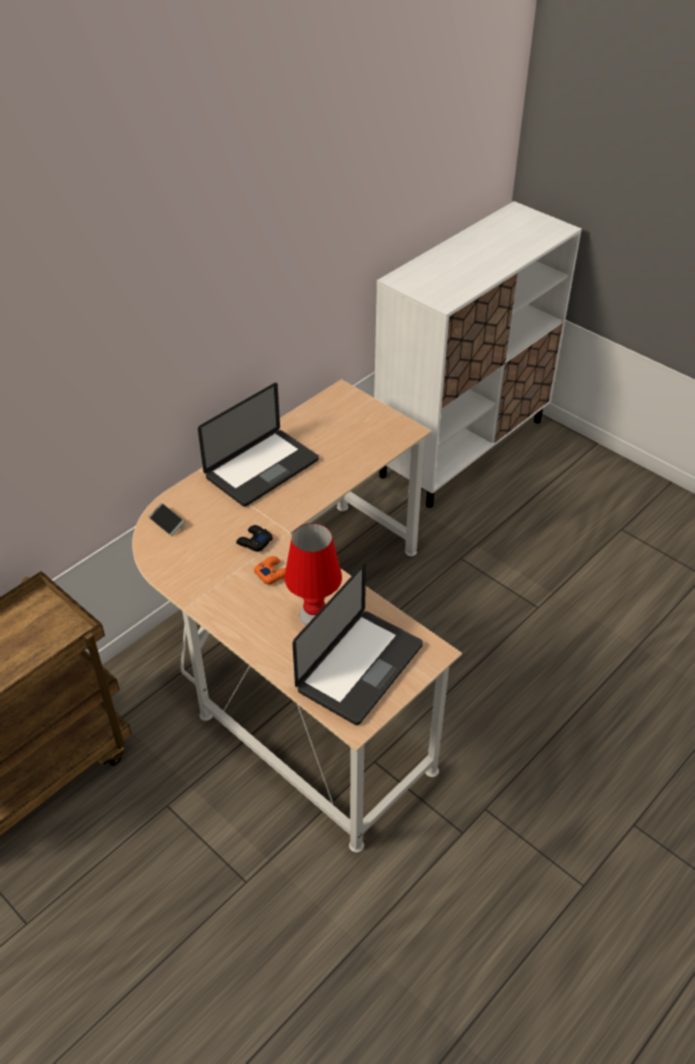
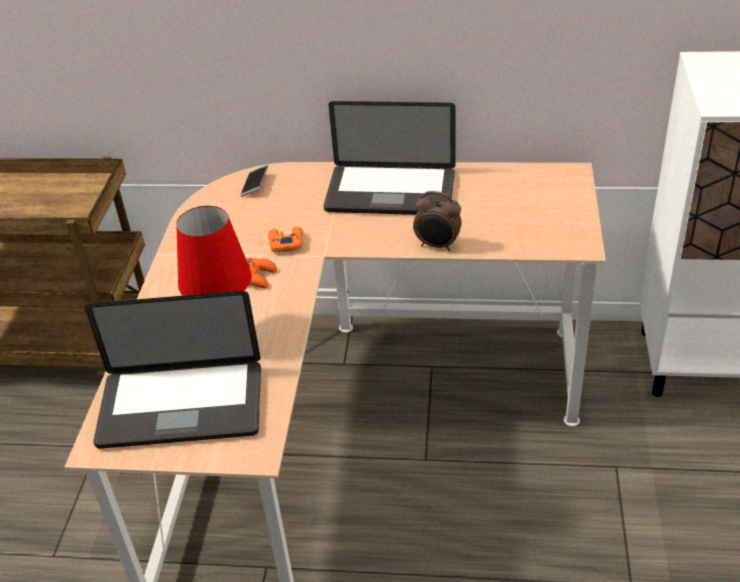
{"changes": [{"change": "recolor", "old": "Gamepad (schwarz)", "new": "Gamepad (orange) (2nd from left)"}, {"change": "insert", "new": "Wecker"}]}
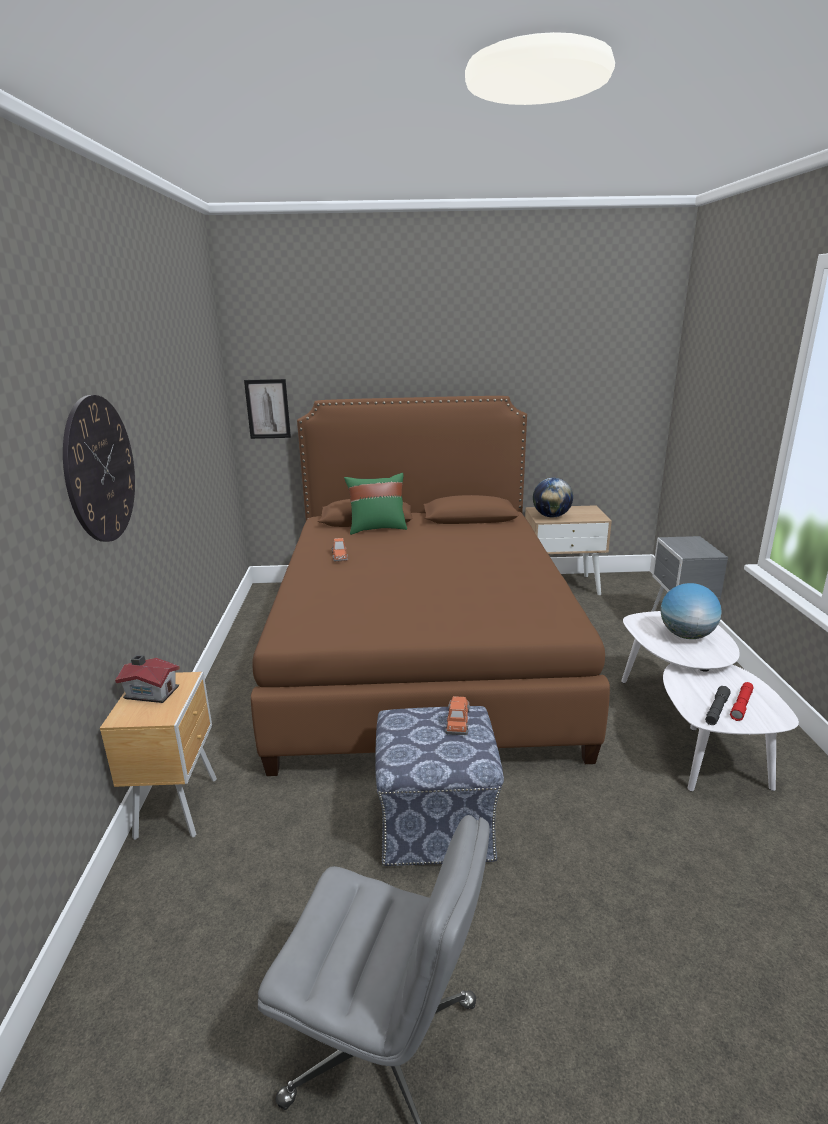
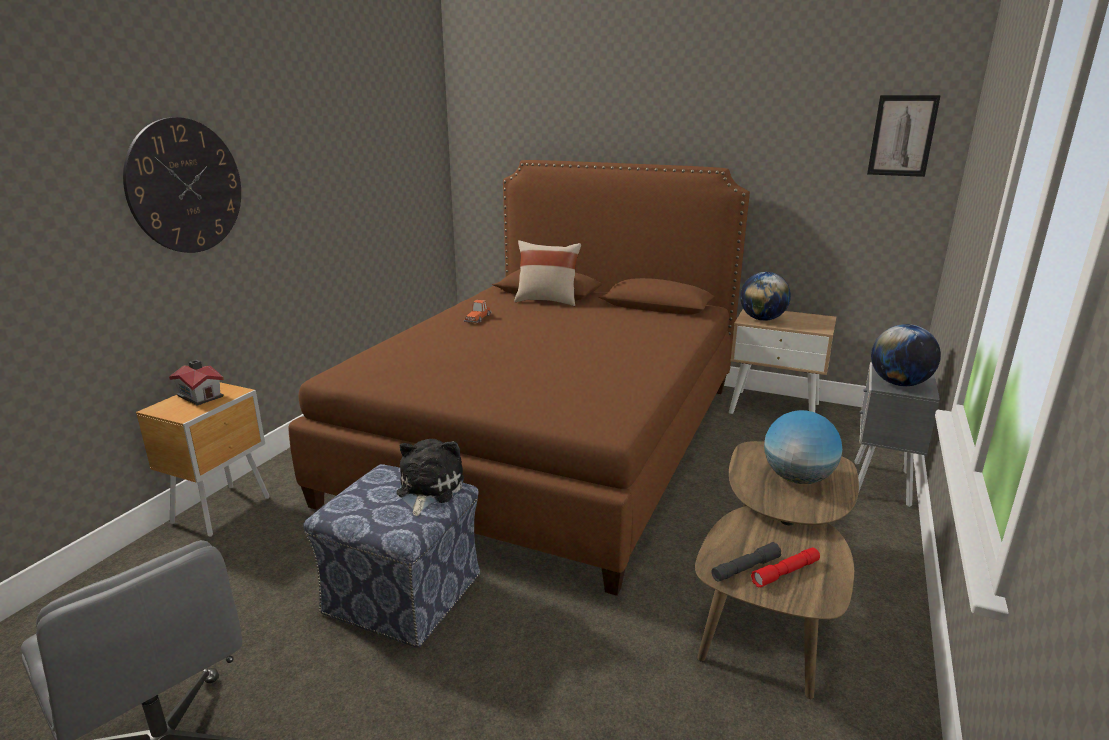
{"changes": [{"change": "move", "old": "Bild"}, {"change": "recolor", "old": "Kissen (grün)", "new": "Kissen (beige)"}, {"change": "recolor", "old": "Couchtisch (weiß)", "new": "Couchtisch (braun)"}, {"change": "replace", "old": "Spielzeugauto (2nd from left)", "new": "Plüschtier"}, {"change": "insert", "new": "Globus (3rd from left)"}]}
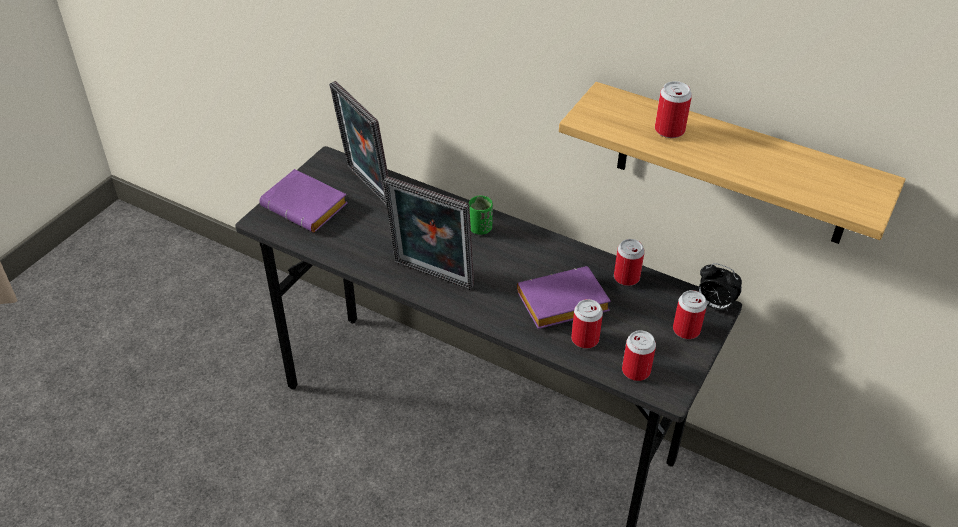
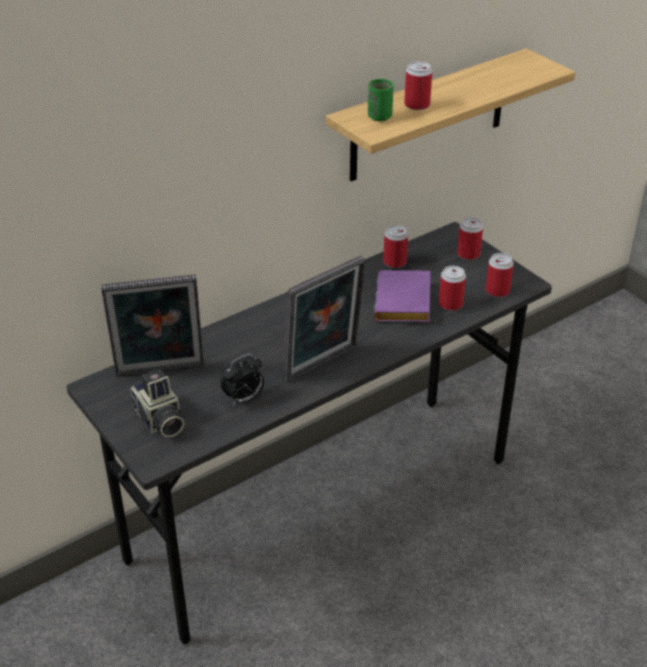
{"changes": [{"change": "replace", "old": "Buch (lila) (1st from left)", "new": "Kamera"}, {"change": "move", "old": "Tasse (grün)"}, {"change": "move", "old": "Wecker"}]}
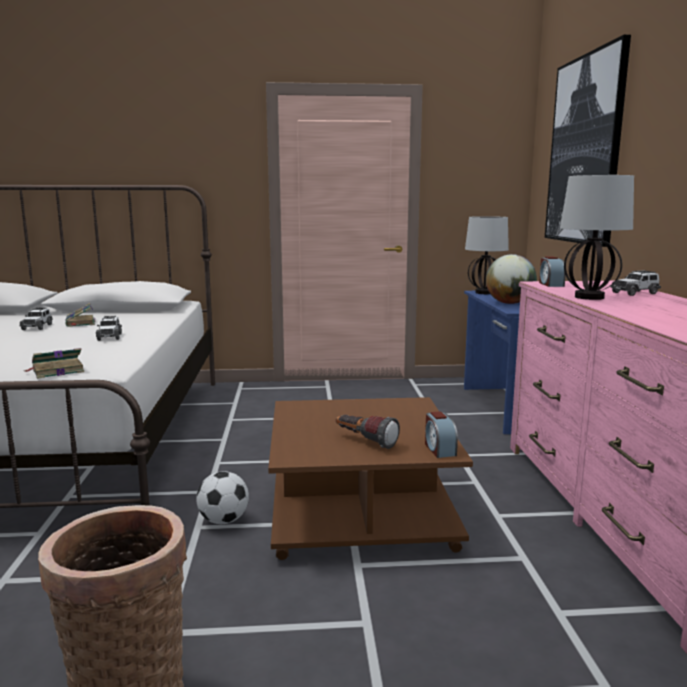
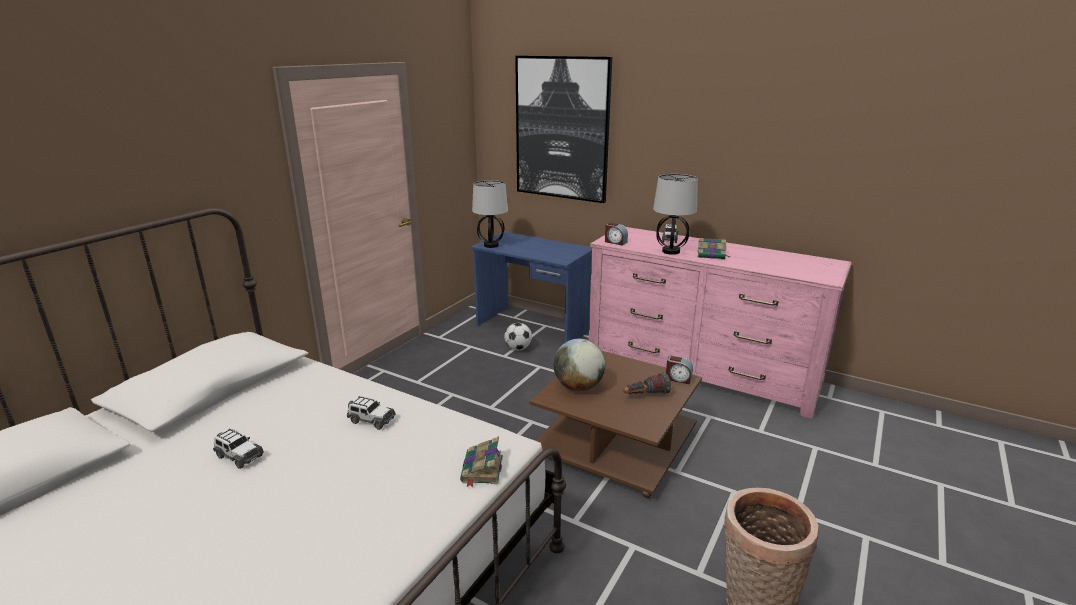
{"changes": [{"change": "move", "old": "Globus"}, {"change": "move", "old": "Buch (2nd from left)"}, {"change": "move", "old": "Fußball"}]}
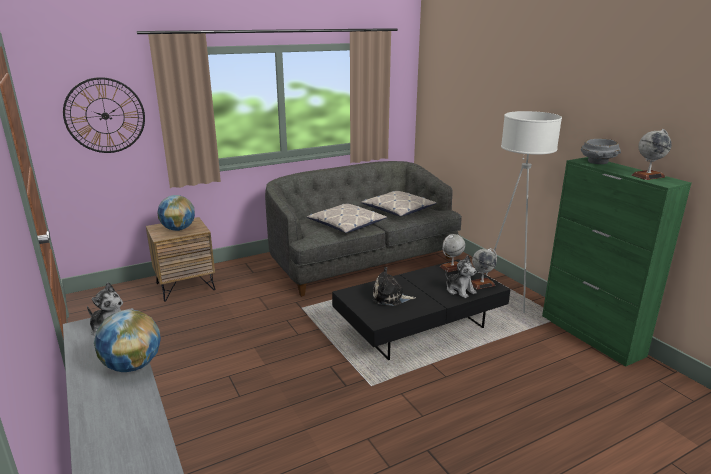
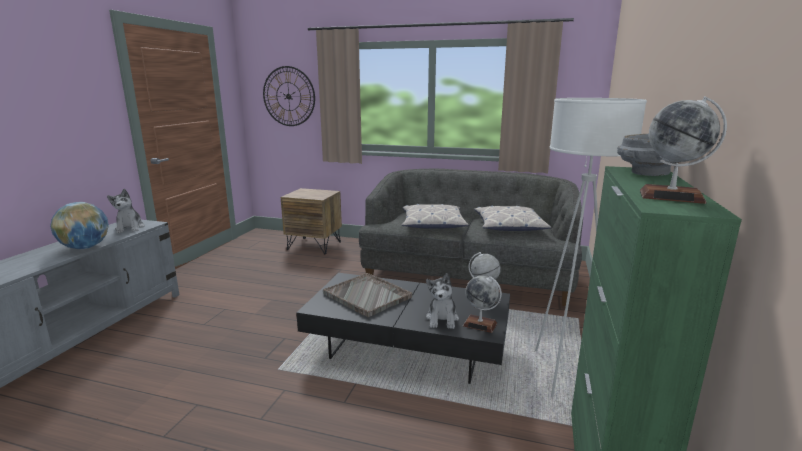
{"changes": [{"change": "delete", "old": "Globus (2nd from left)"}, {"change": "replace", "old": "Plüschtier (2nd from left)", "new": "Tablett (grau)"}]}
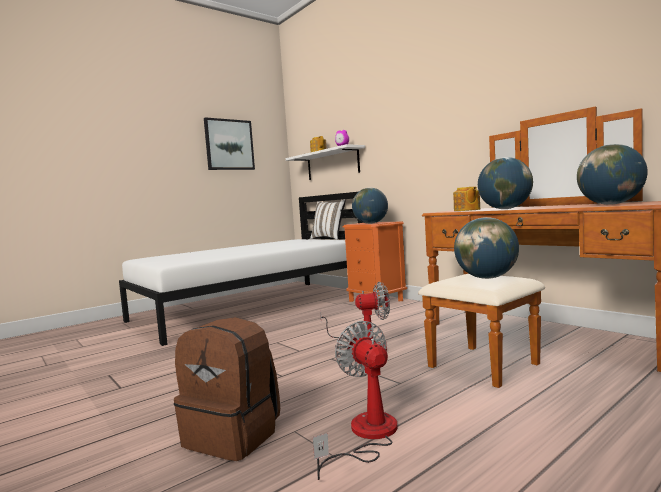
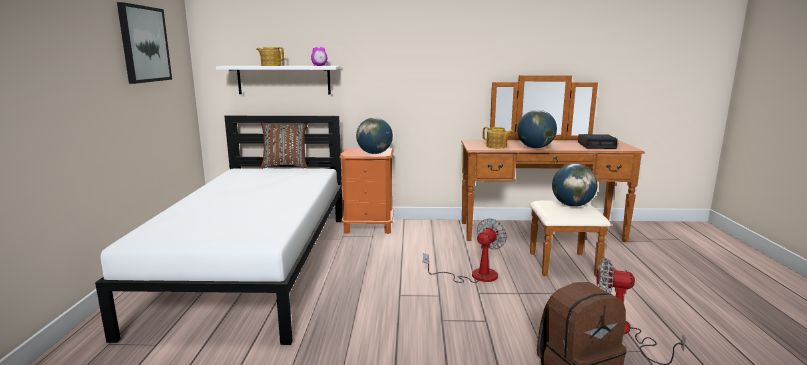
{"changes": [{"change": "replace", "old": "Globus (4th from left)", "new": "Wecker (2nd from left)"}, {"change": "recolor", "old": "Kissen (weiß)", "new": "Kissen (braun)"}]}
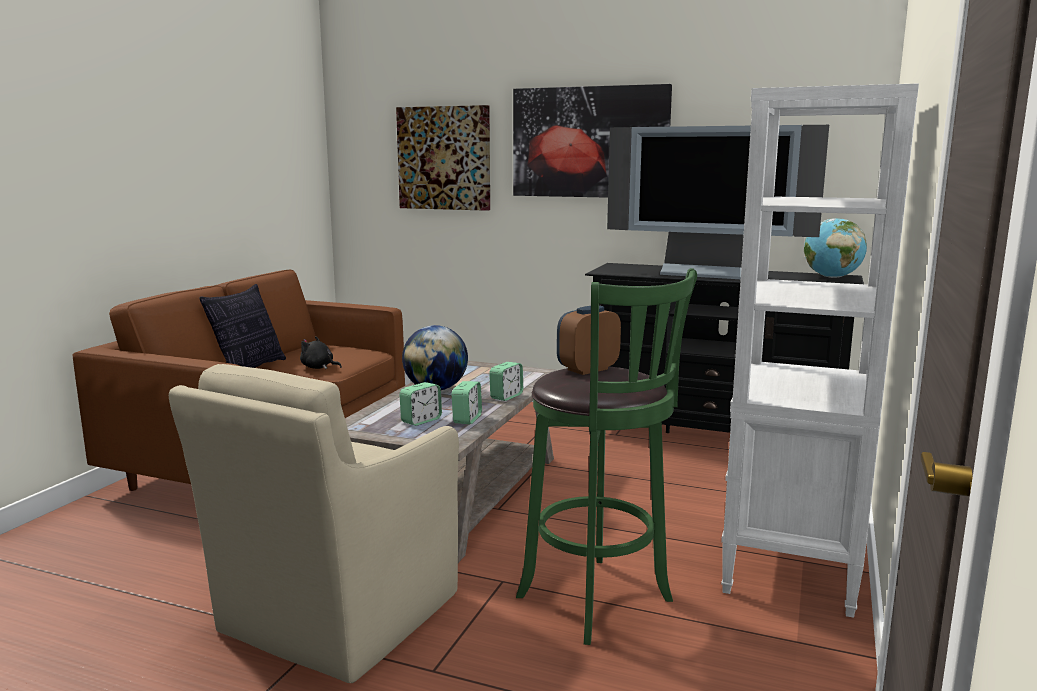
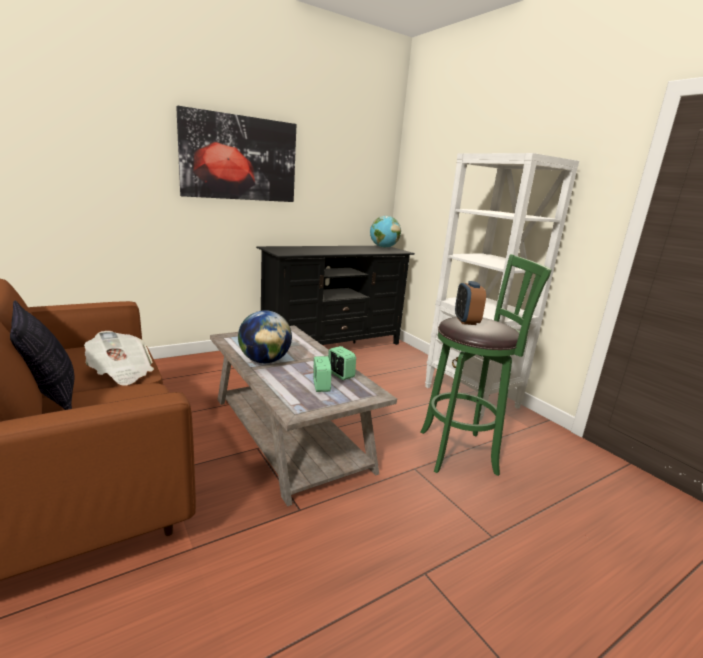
{"changes": [{"change": "delete", "old": "Bild (1st from left)"}, {"change": "delete", "old": "Fernseher"}, {"change": "replace", "old": "Plüschtier (schwarz)", "new": "Zeitung"}, {"change": "delete", "old": "Wecker (3rd from left)"}, {"change": "delete", "old": "Sessel (beige)"}]}
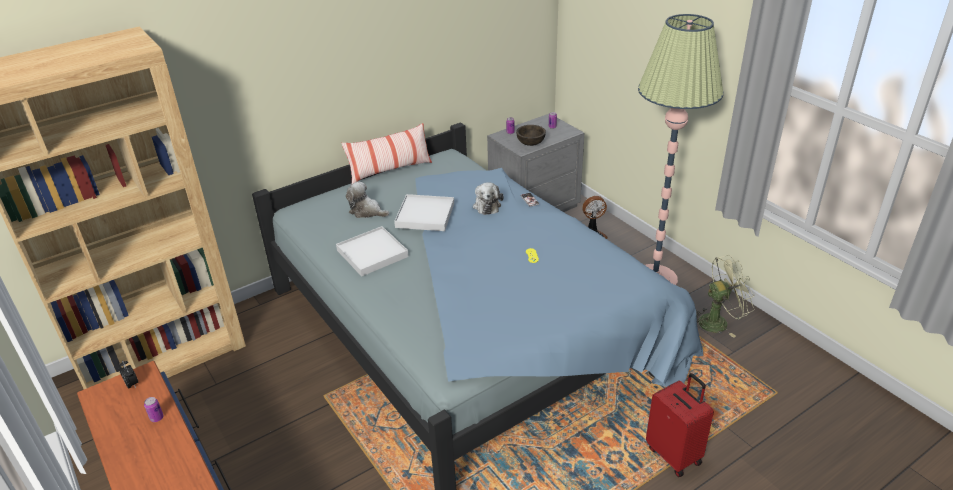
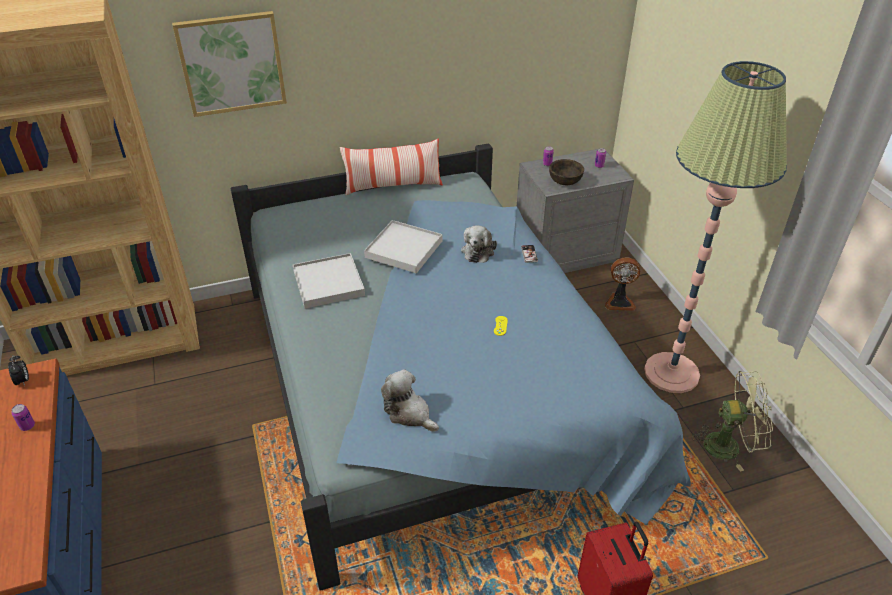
{"changes": [{"change": "move", "old": "Plüschtier (1st from left)"}, {"change": "insert", "new": "Bild"}]}
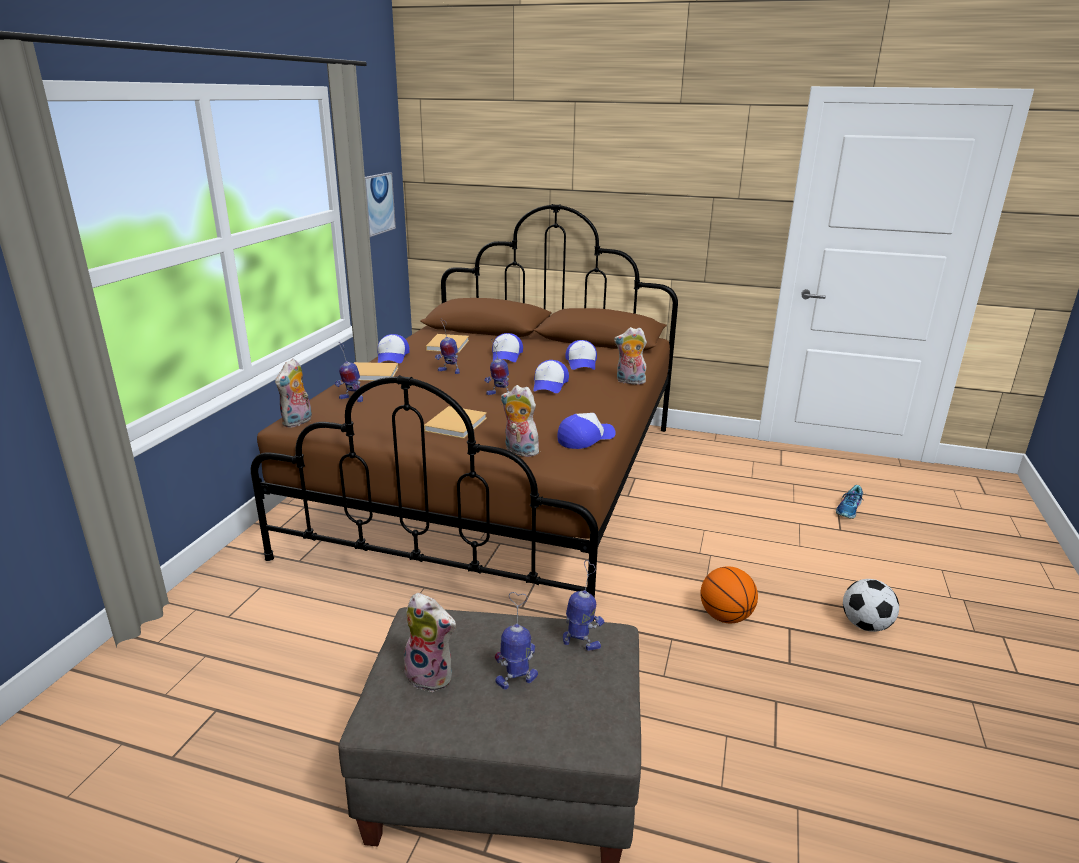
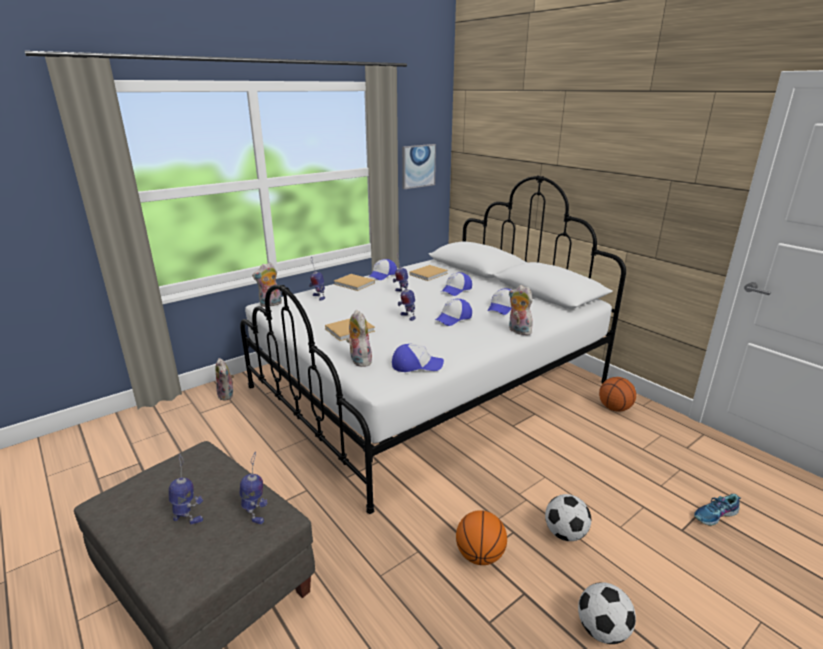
{"changes": [{"change": "recolor", "old": "Bett (braun)", "new": "Bett (weiß)"}, {"change": "move", "old": "Plüschtier (2nd from left in the first image)", "new": "Plüschtier (1st from left)"}, {"change": "insert", "new": "Basketball (2nd from left)"}, {"change": "insert", "new": "Fußball (1st from left)"}]}
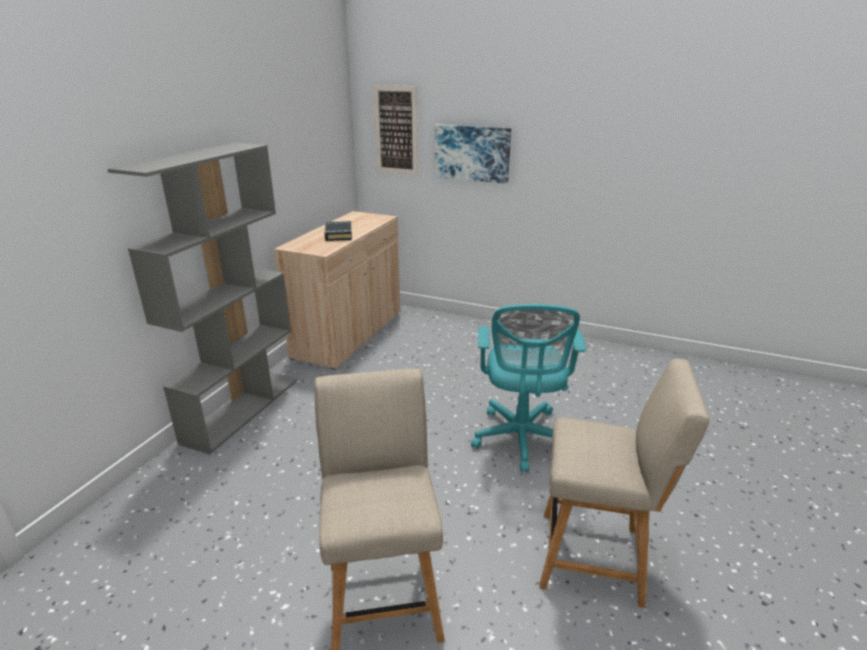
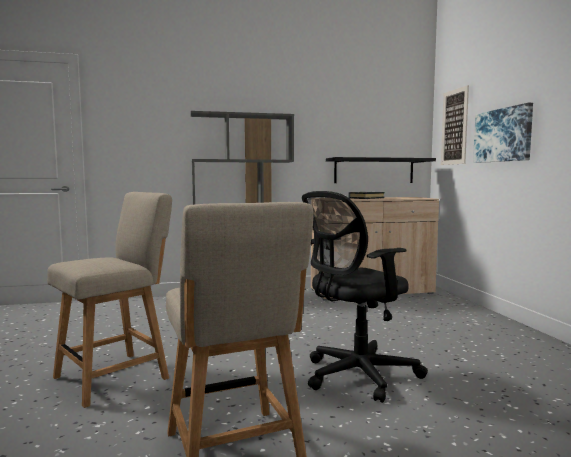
{"changes": [{"change": "recolor", "old": "Bürostuhl (türkis)", "new": "Bürostuhl (schwarz)"}, {"change": "insert", "new": "Wandregal (schwarz)"}]}
